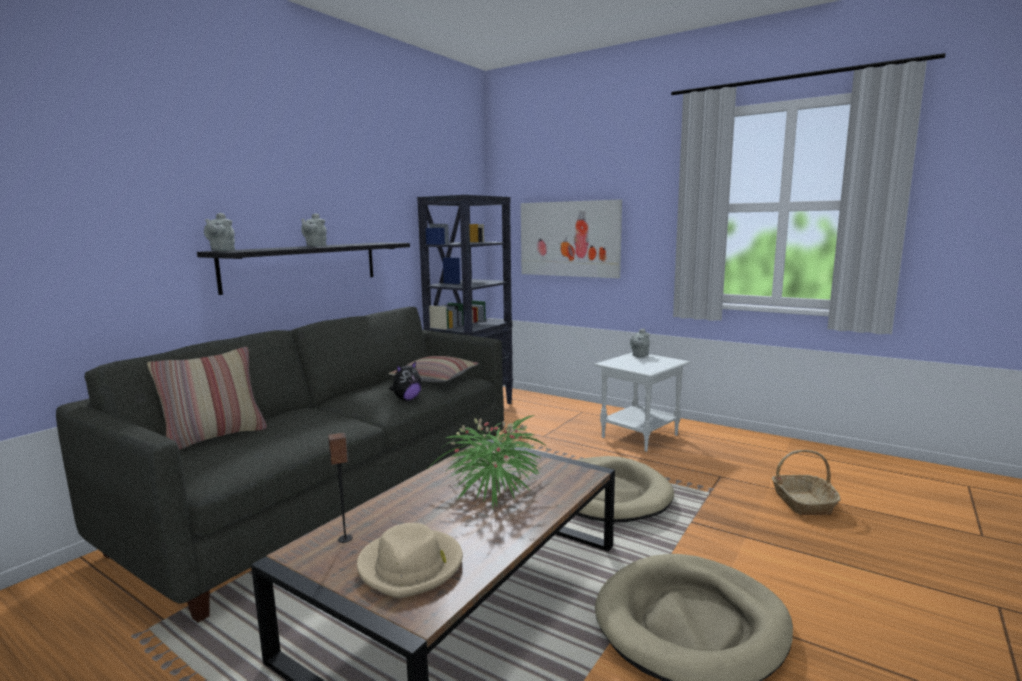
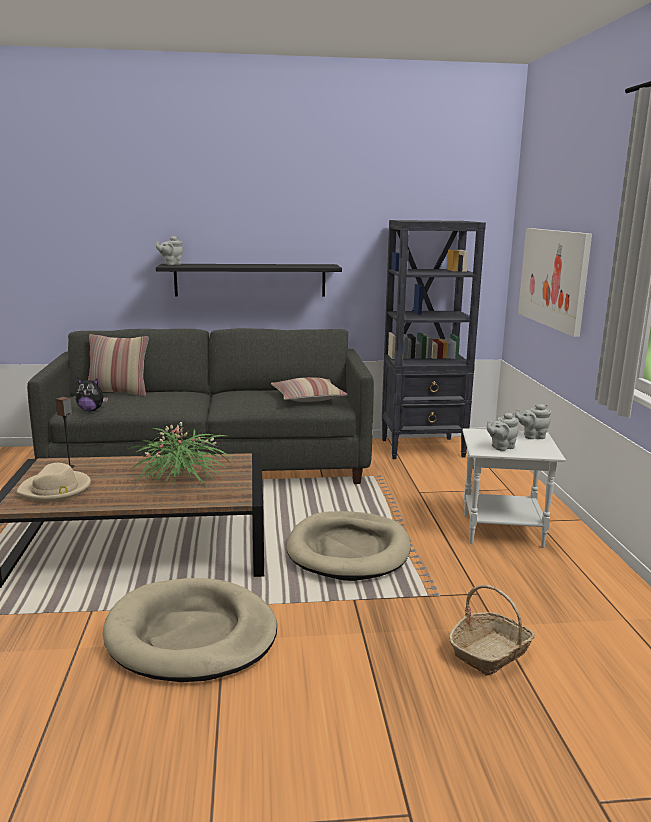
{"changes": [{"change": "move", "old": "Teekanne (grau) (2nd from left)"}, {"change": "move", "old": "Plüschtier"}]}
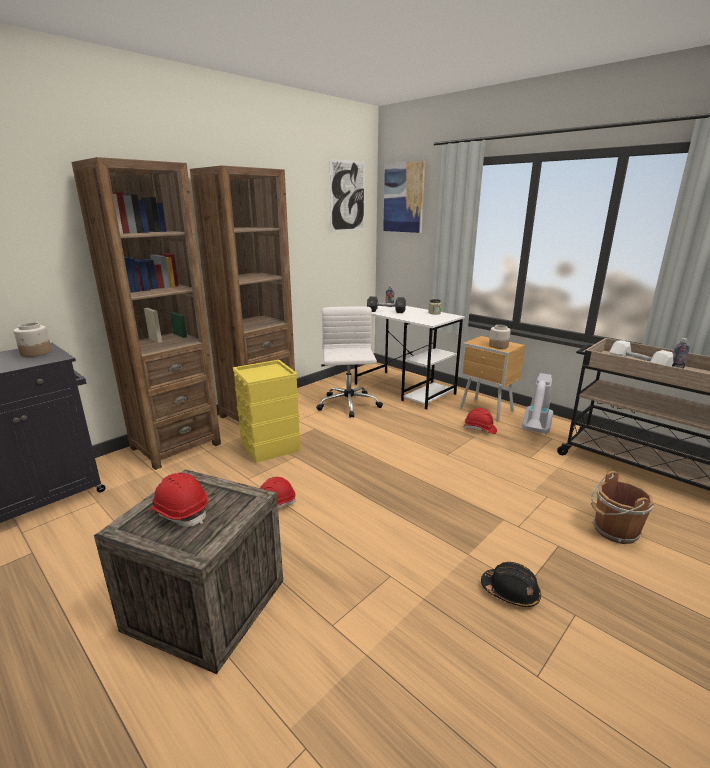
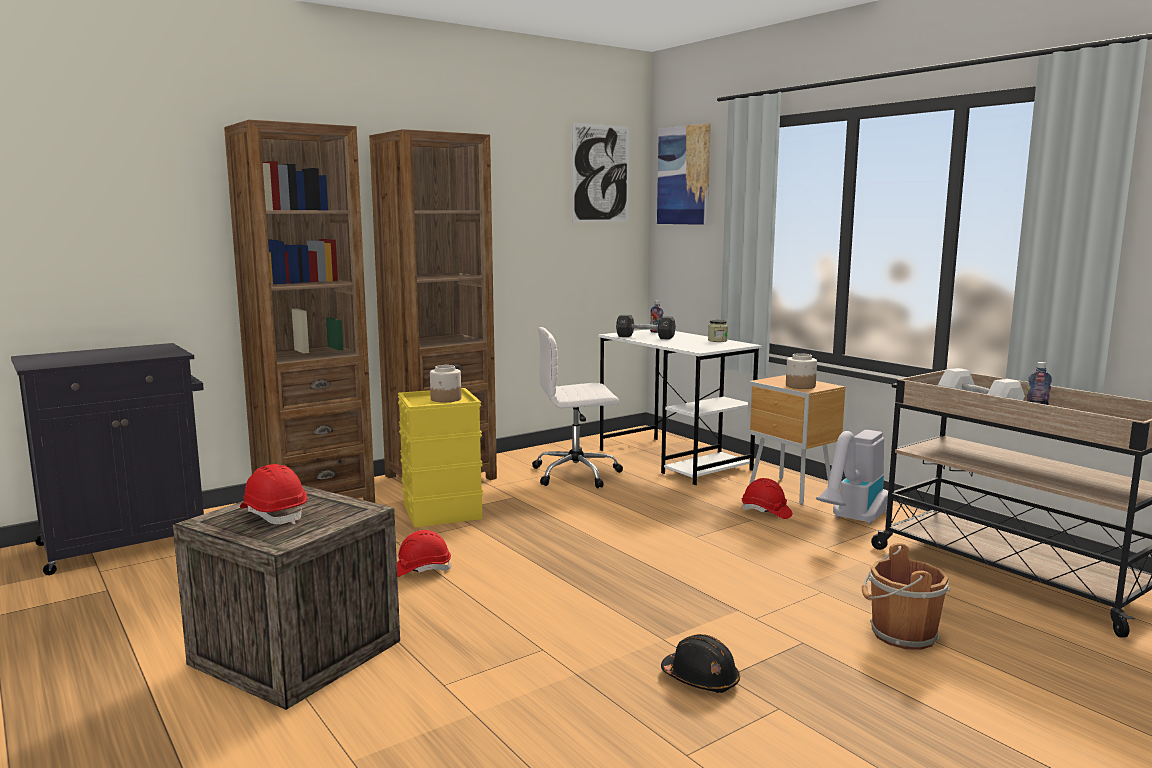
{"changes": [{"change": "rotate", "old": "Bürostuhl (weiß)", "degrees": -105}, {"change": "move", "old": "Vorratsglas (1st from left)"}]}
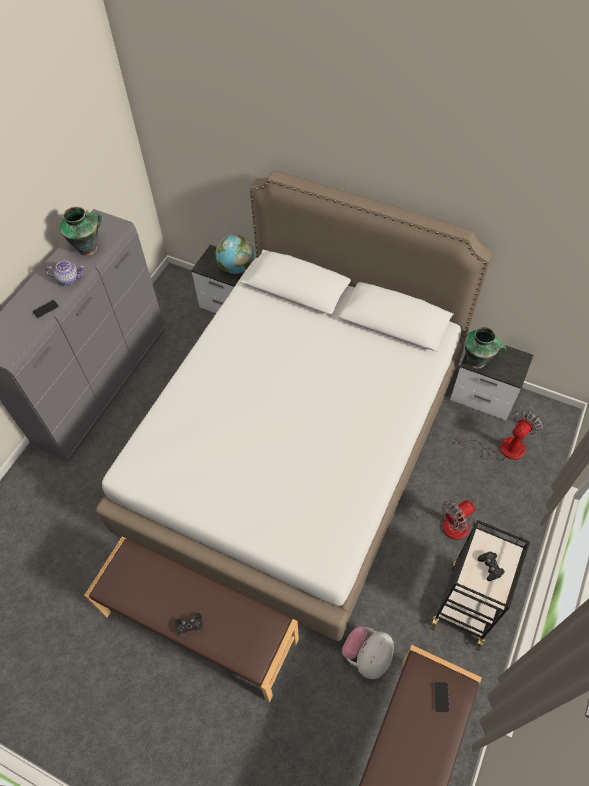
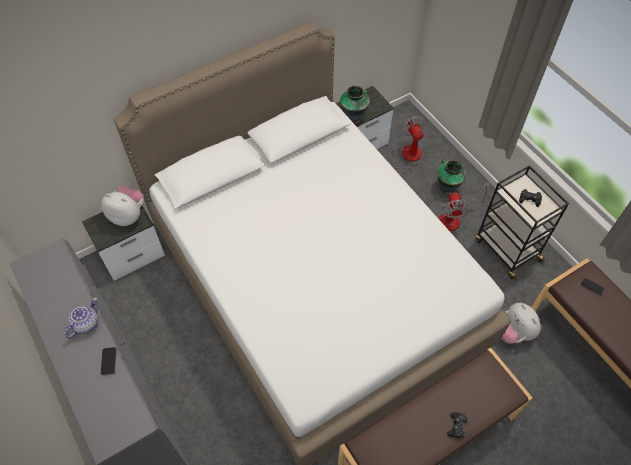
{"changes": [{"change": "move", "old": "Vase (1st from left in the first image)", "new": "Vase (2nd from left)"}, {"change": "replace", "old": "Globus", "new": "Plüschtier (1st from left)"}]}
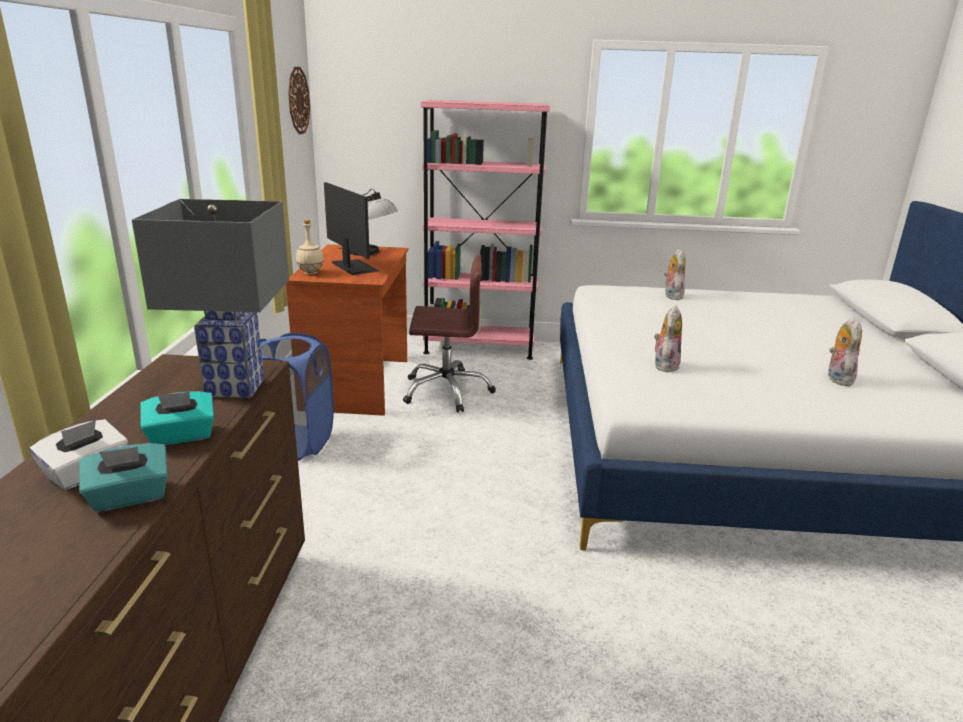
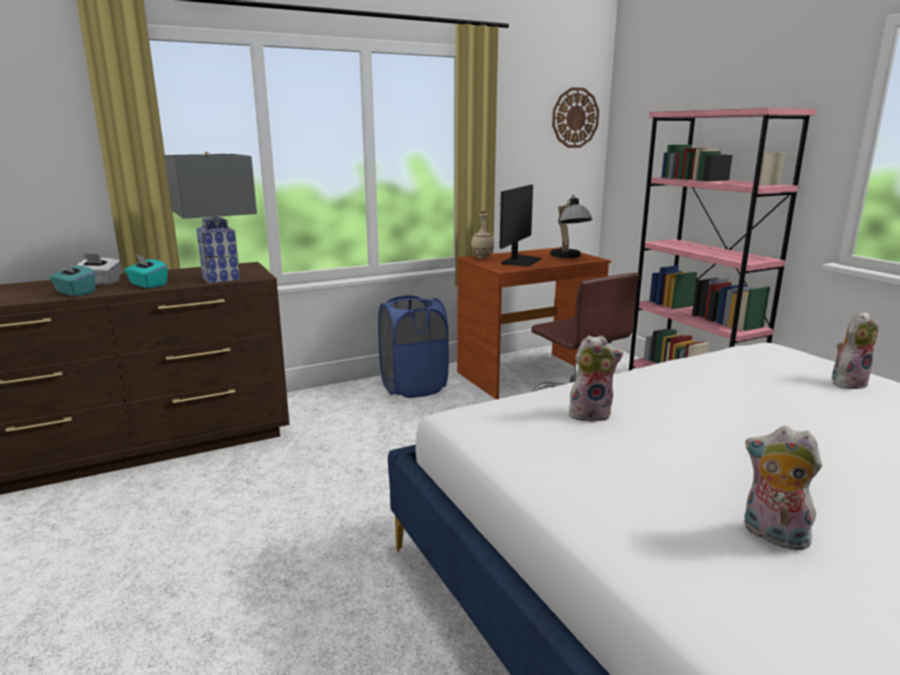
{"changes": [{"change": "rotate", "old": "Plüschtier (3rd from left in the first image)", "degrees": -120}]}
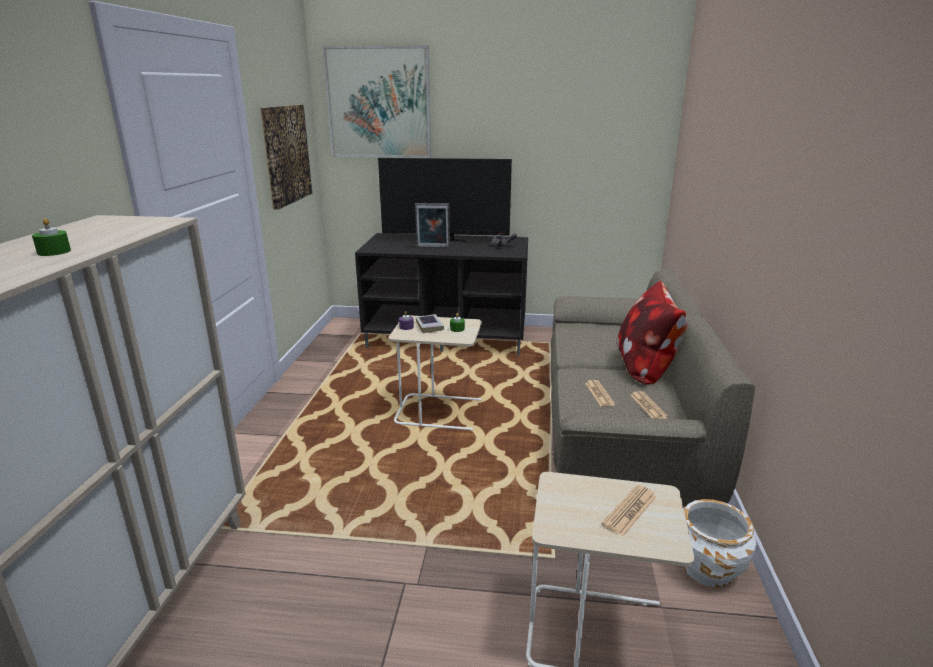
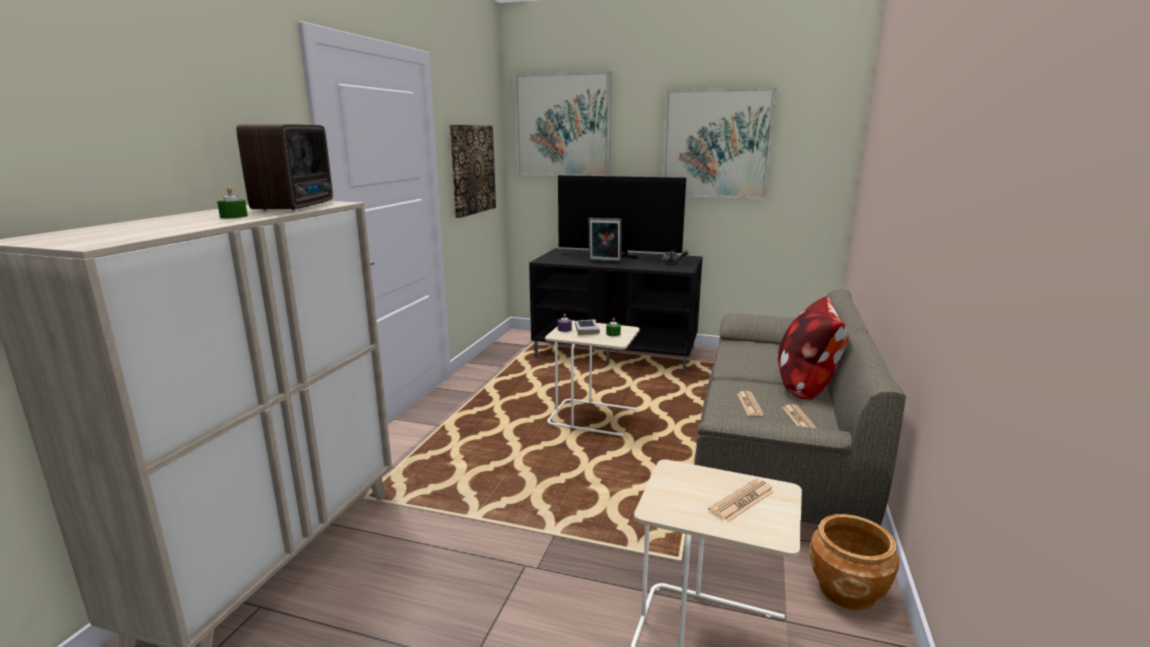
{"changes": [{"change": "recolor", "old": "Pflanzkübel (weiß)", "new": "Pflanzkübel (braun)"}, {"change": "insert", "new": "Bild (3rd from left)"}, {"change": "insert", "new": "Radio"}]}
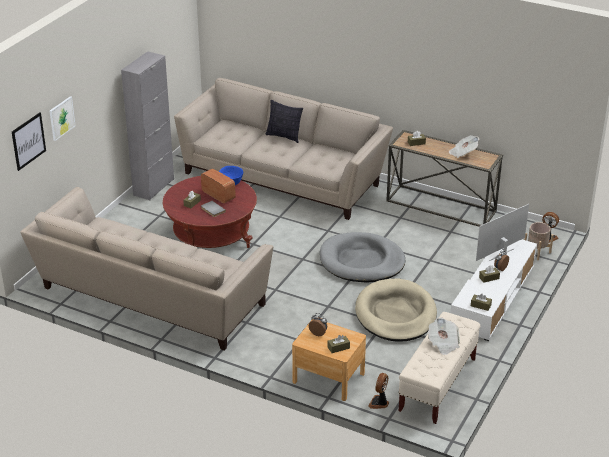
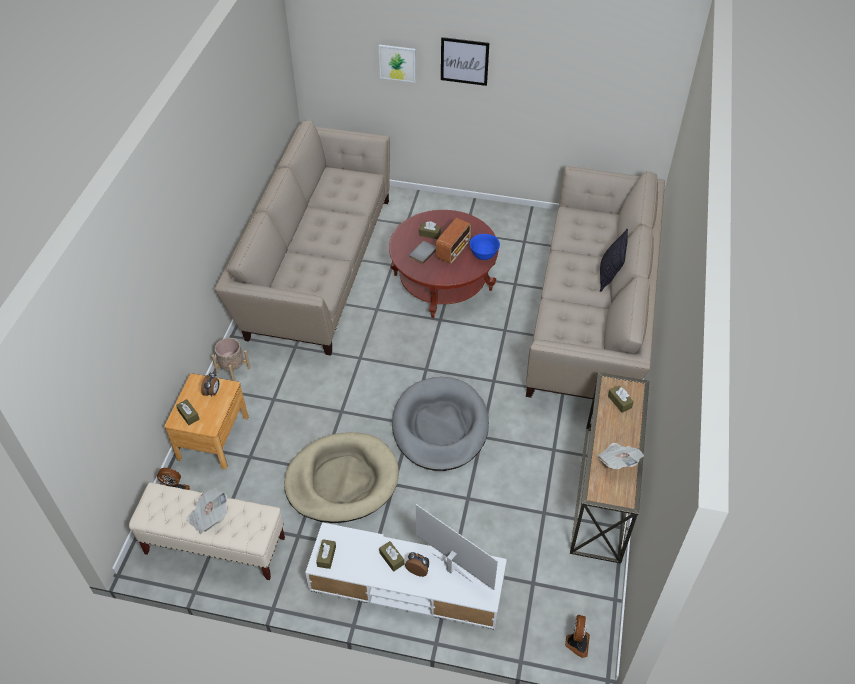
{"changes": [{"change": "delete", "old": "Schrank (grau)"}, {"change": "move", "old": "Bild (1st from left in the first image)", "new": "Bild (2nd from left)"}, {"change": "move", "old": "Pflanzkübel (beige)"}]}
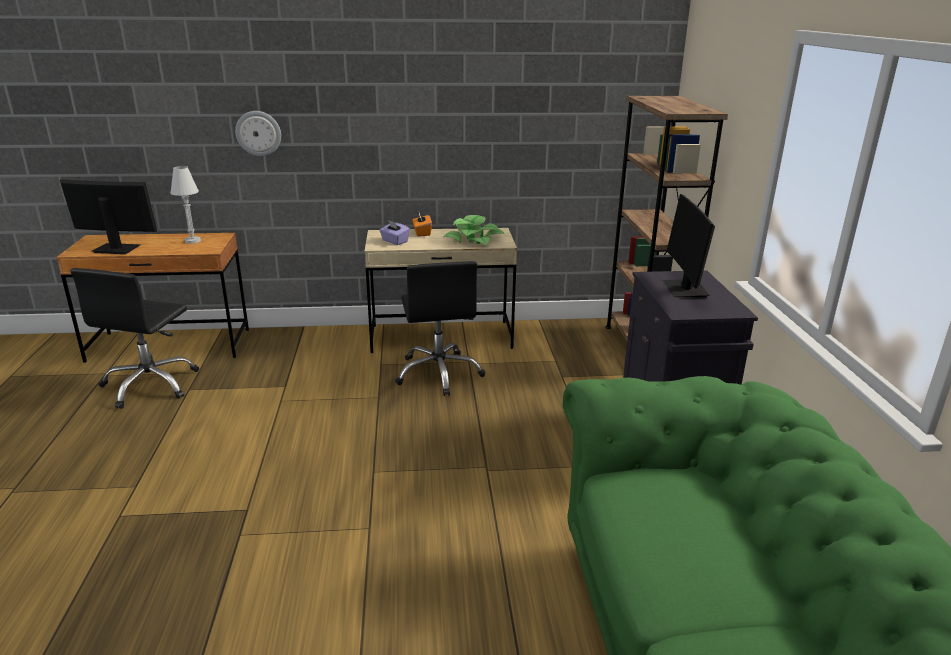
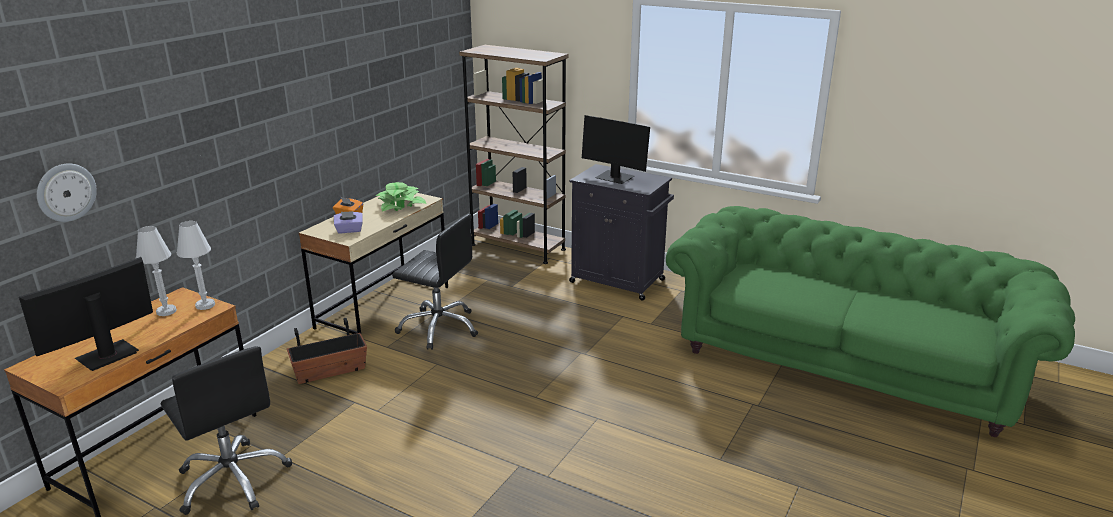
{"changes": [{"change": "move", "old": "Wanduhr"}, {"change": "insert", "new": "Tischlampe (weiß) (2nd from left)"}, {"change": "insert", "new": "Pflanzkübel"}]}
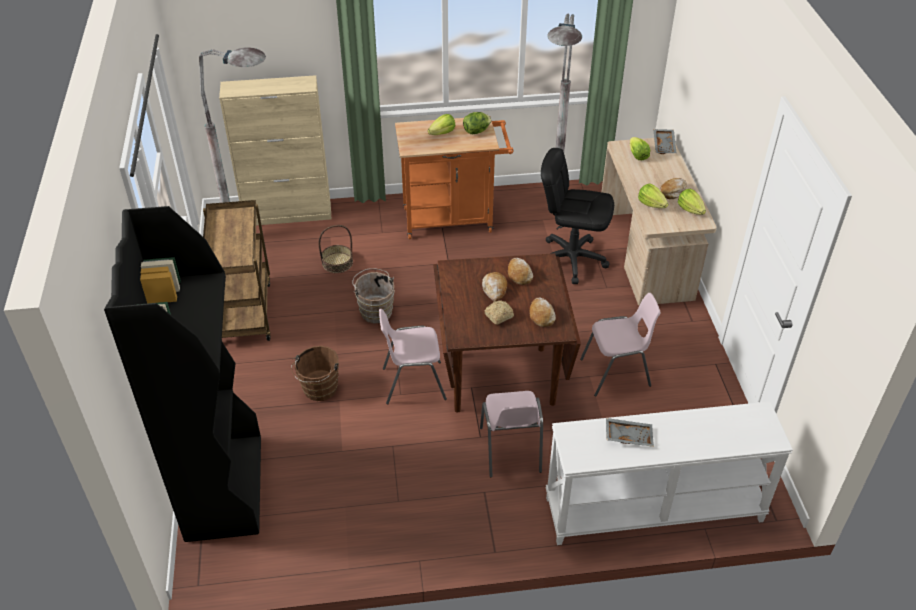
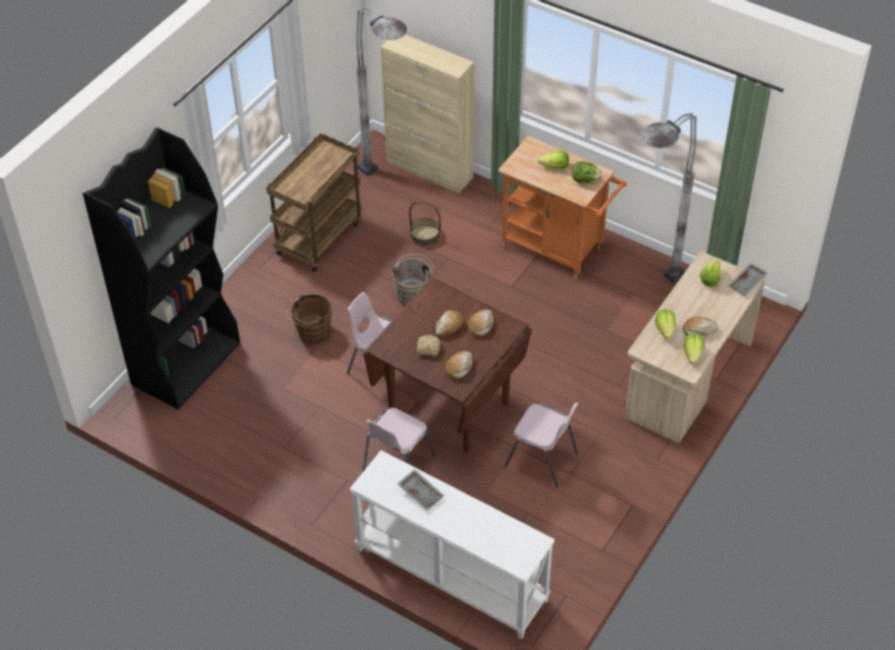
{"changes": [{"change": "delete", "old": "Bürostuhl (schwarz)"}]}
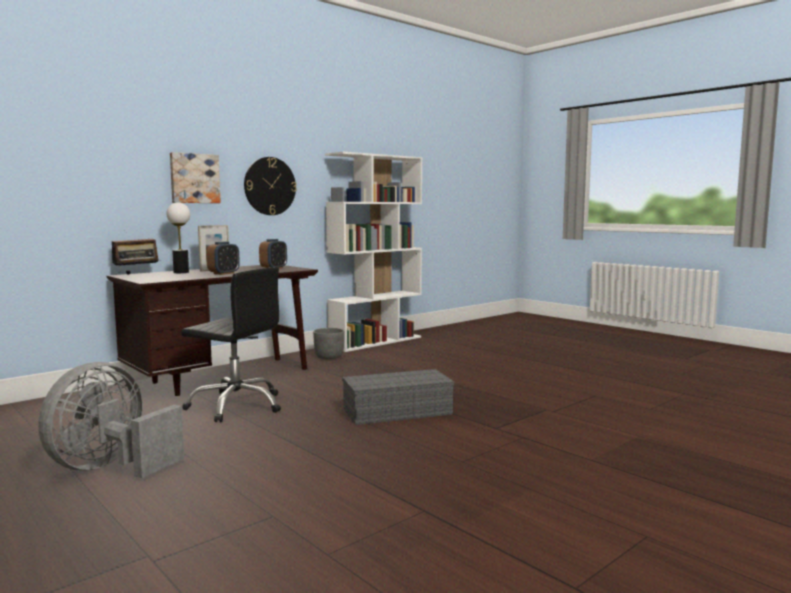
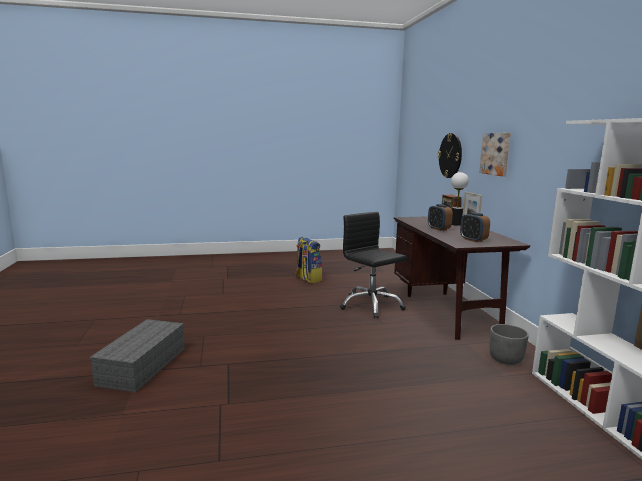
{"changes": [{"change": "move", "old": "Wanduhr"}, {"change": "rotate", "old": "Bürostuhl (schwarz)", "degrees": 90}, {"change": "replace", "old": "Ventilator (grau)", "new": "Rucksack"}, {"change": "move", "old": "Aufbewahrungsbox (grau)"}]}
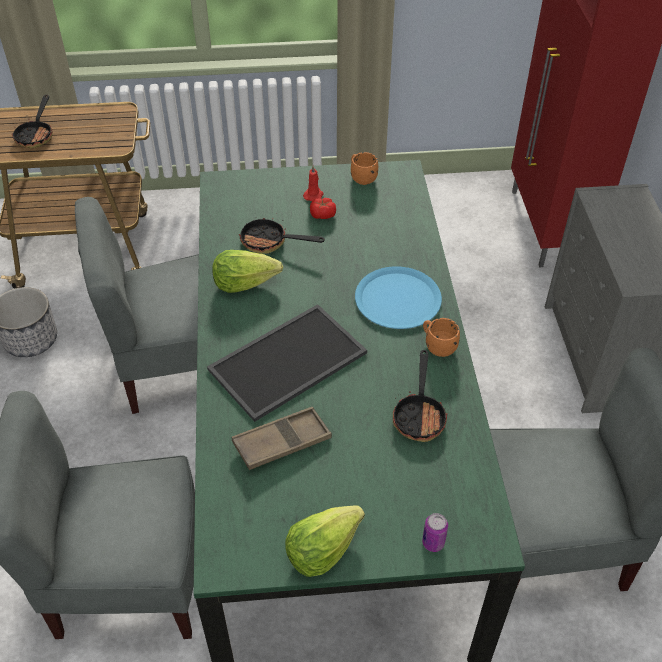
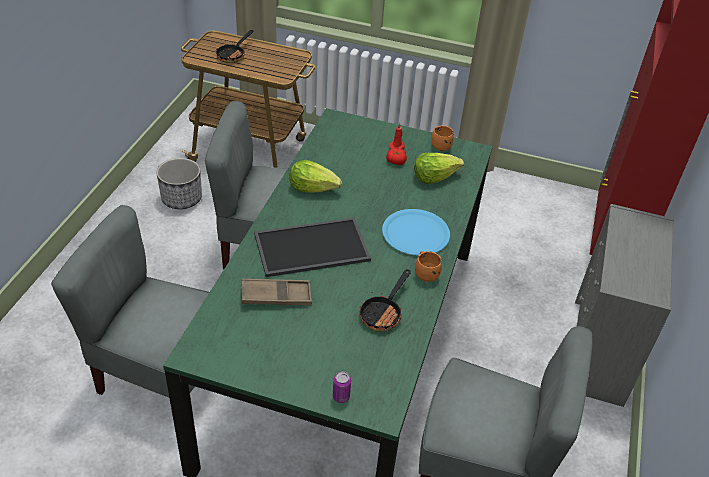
{"changes": [{"change": "delete", "old": "Pfanne (2nd from left)"}, {"change": "move", "old": "Salatkopf (2nd from left)"}]}
